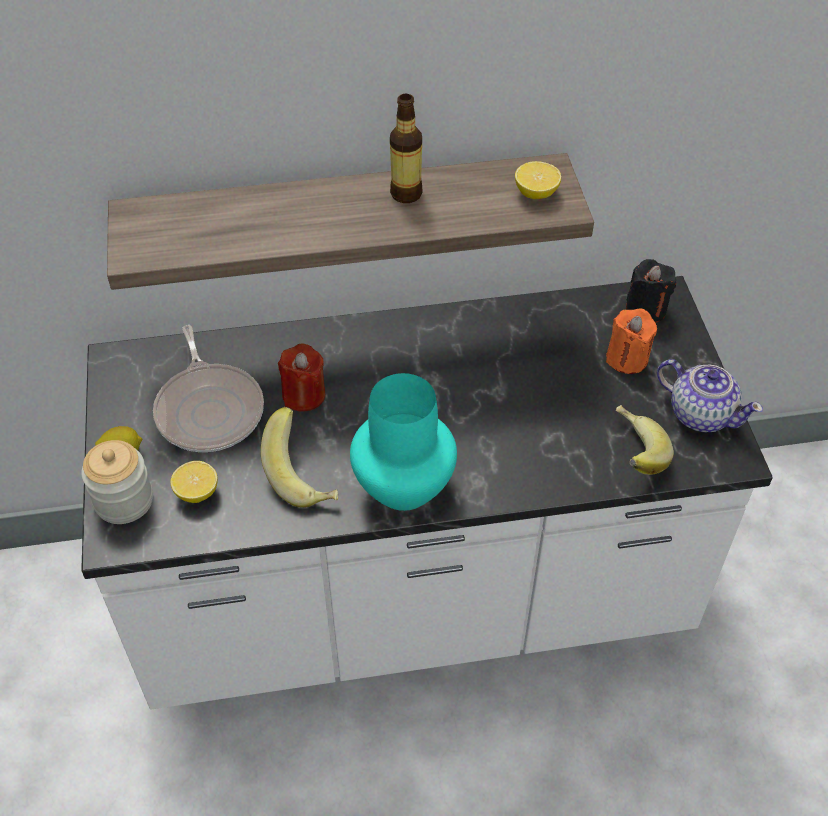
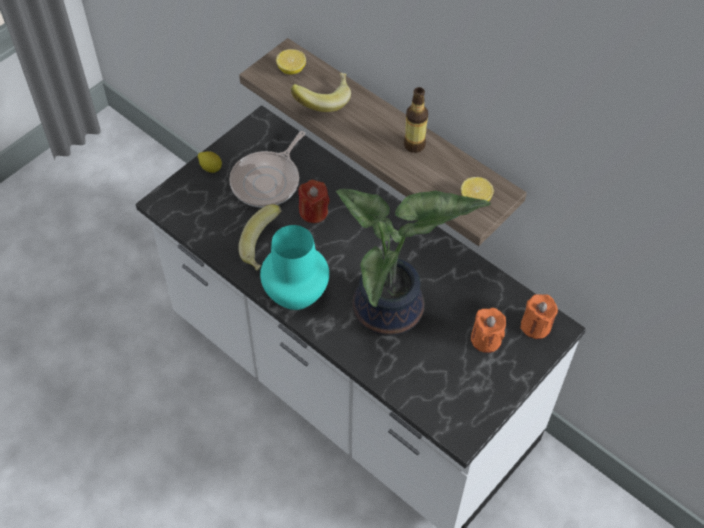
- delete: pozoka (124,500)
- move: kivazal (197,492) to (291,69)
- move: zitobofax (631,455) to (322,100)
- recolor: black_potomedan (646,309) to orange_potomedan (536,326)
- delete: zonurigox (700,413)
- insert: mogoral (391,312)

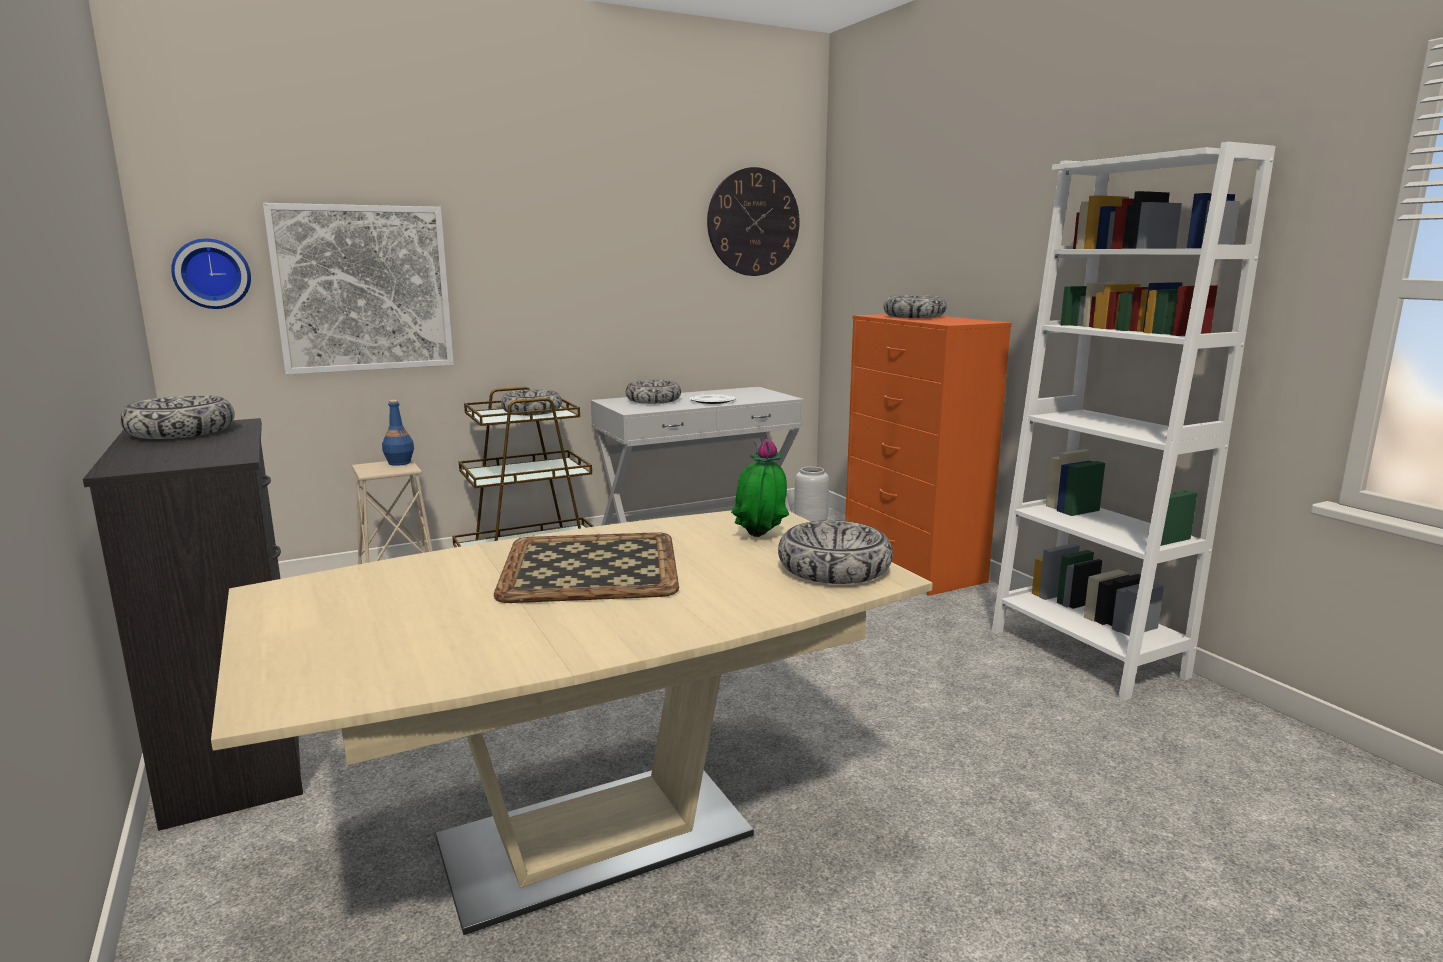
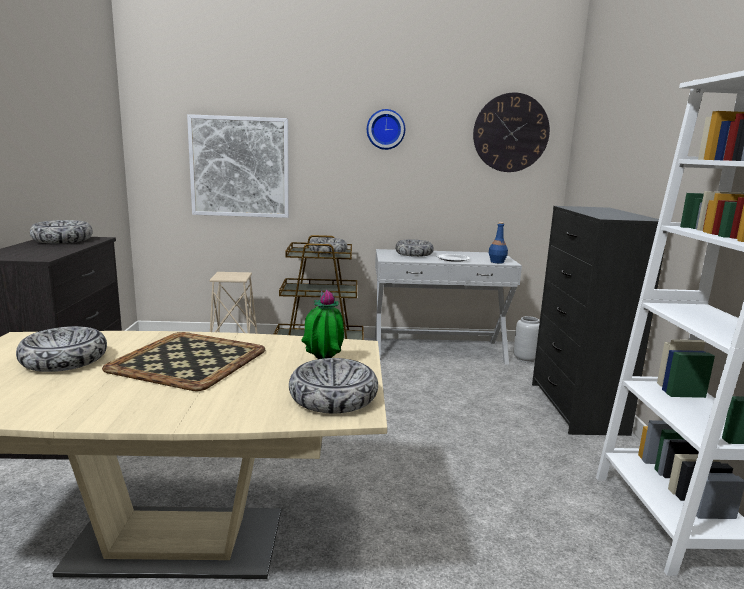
- move: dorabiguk (212,273) to (385,129)
- move: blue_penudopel (399,463) to (497,262)
- recolor: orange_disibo (913,566) to black_disibo (577,408)
- move: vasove (914,316) to (64,360)

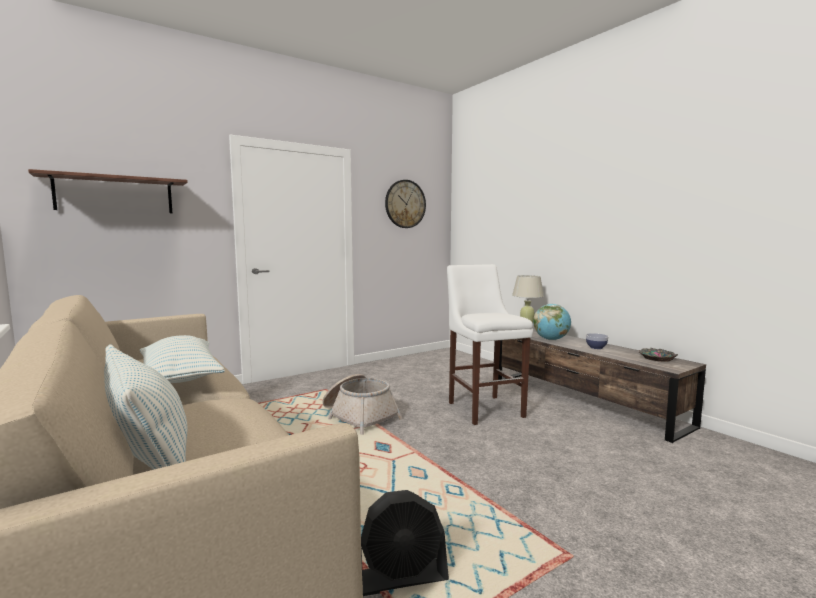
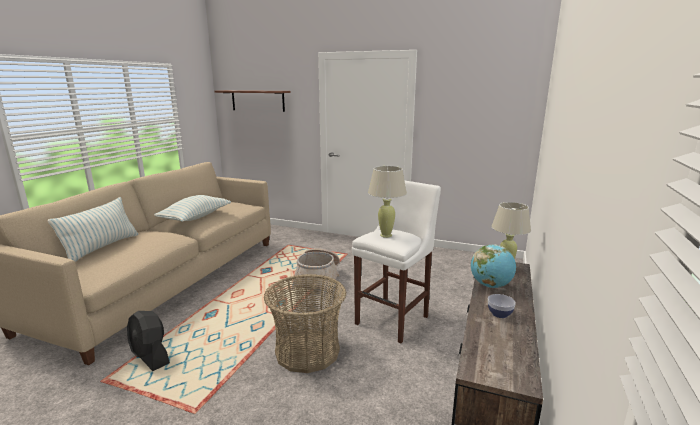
- delete: dorabiguk (405,204)
- delete: vasove (656,358)
- insert: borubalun (307,351)
- insert: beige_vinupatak (386,235)

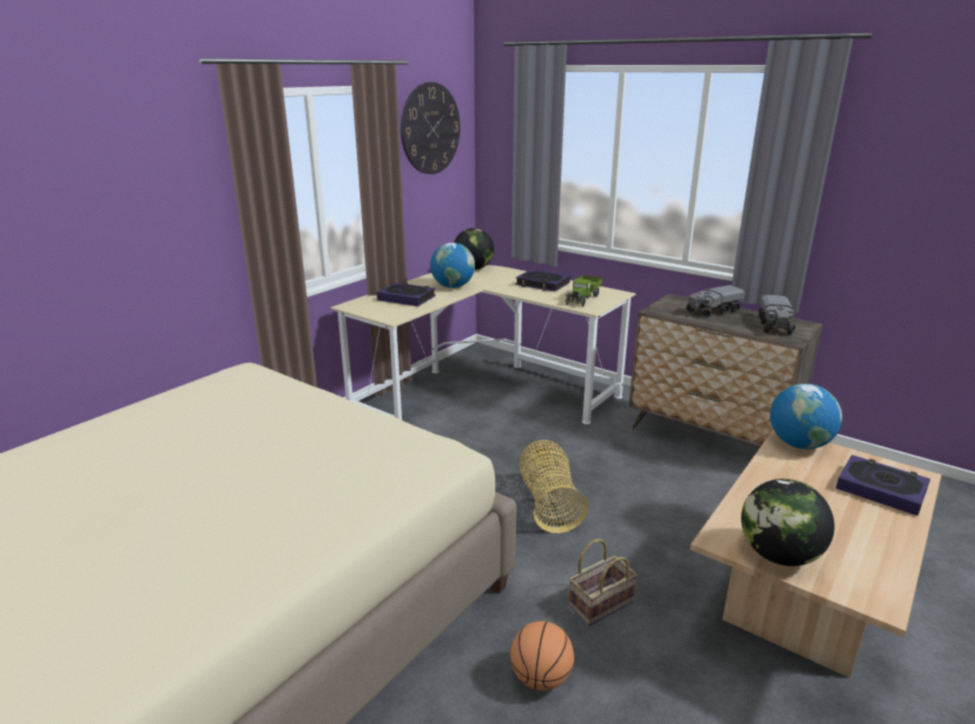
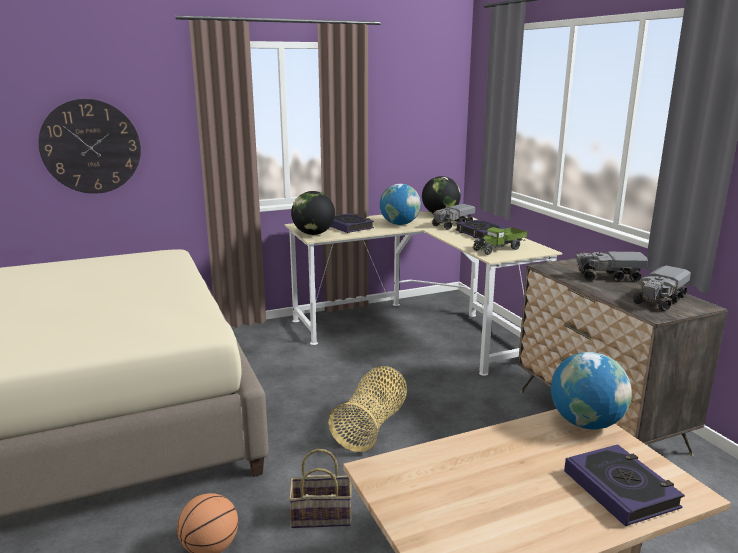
- move: dorabiguk (430,129) to (91,147)
- move: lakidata (779,555) to (313,234)
- insert: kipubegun (452,225)

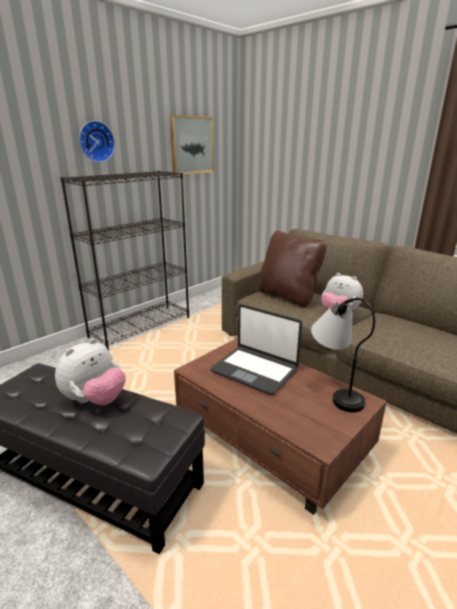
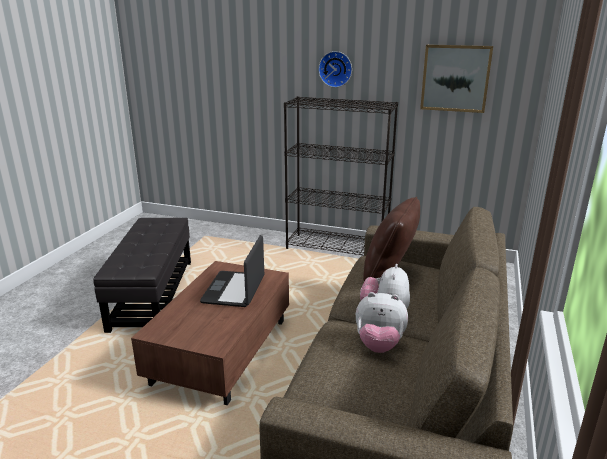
- move: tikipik (95,400) to (379,345)
- delete: vinupatak (334,390)

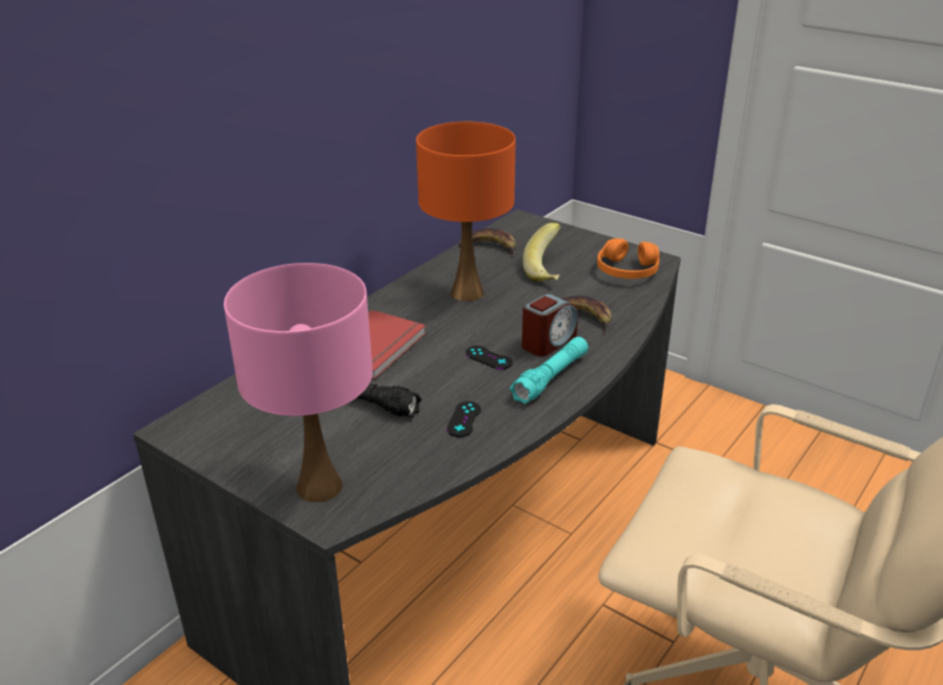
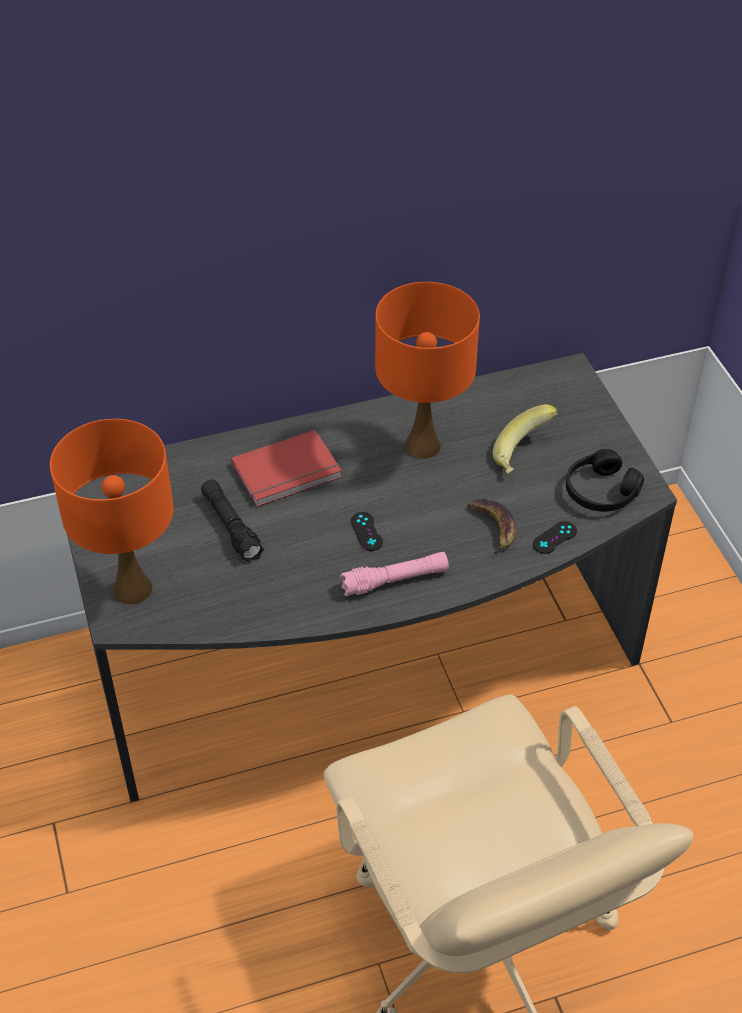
- recolor: pink_vinupatak (319,486) to orange_vinupatak (133,588)
- move: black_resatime (464,419) to (554,538)
- delete: zitobofax (489,247)
- recolor: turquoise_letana (551,378) to pink_letana (395,580)
- delete: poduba (548,342)
- recolor: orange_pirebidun (627,270) to black_pirebidun (600,491)

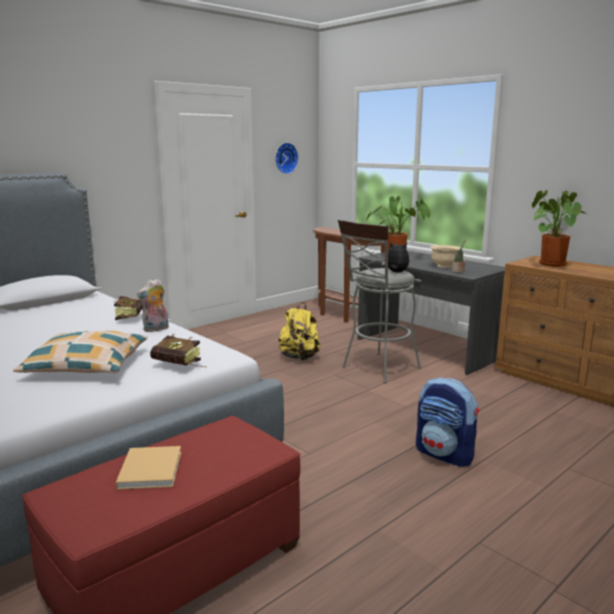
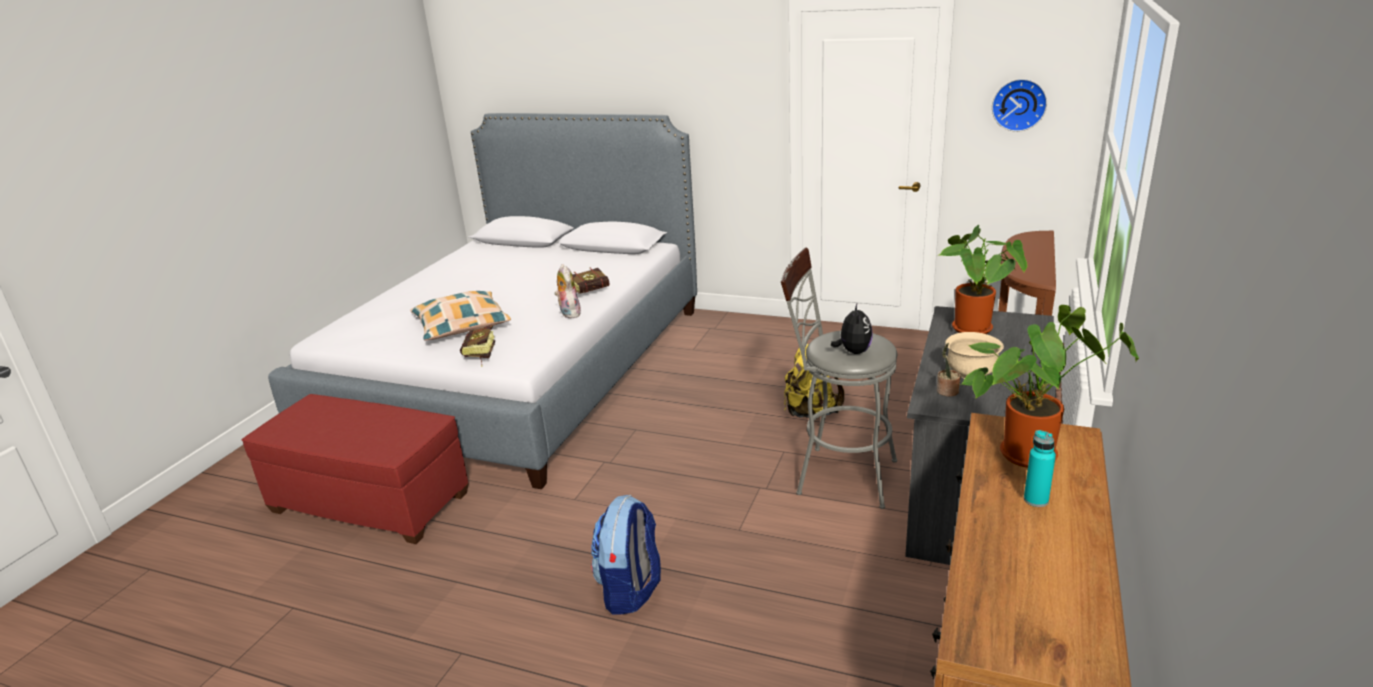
- delete: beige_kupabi (151,468)
- rotate: tikipik (156,329) = (568,313) 45 degrees clockwise
- insert: turquoise_penudopel (1036,500)

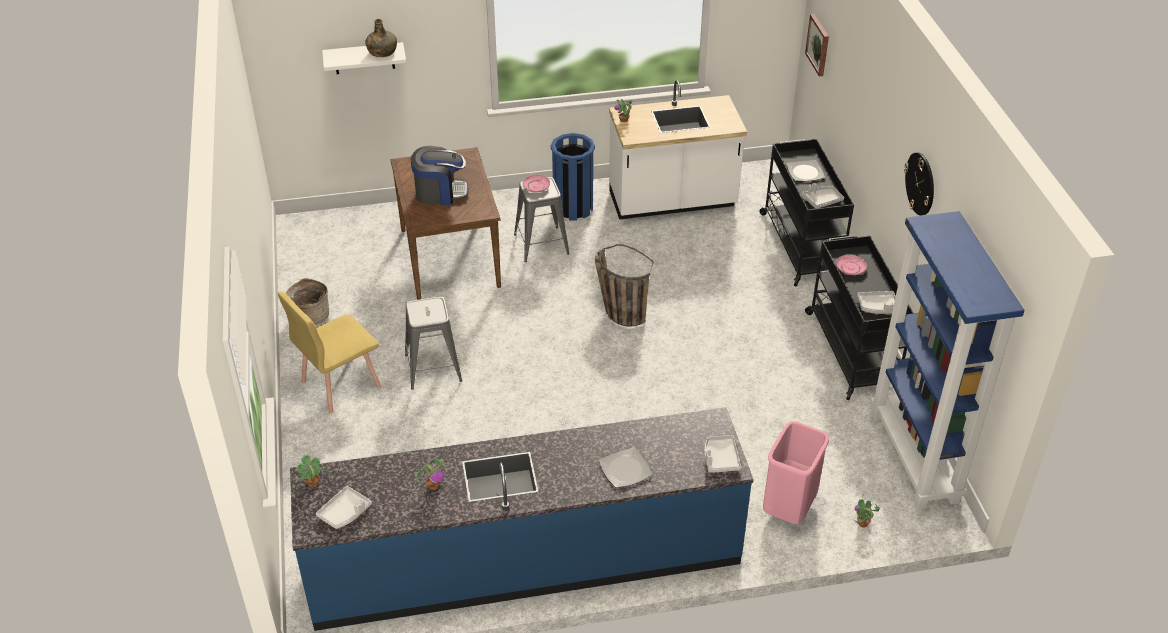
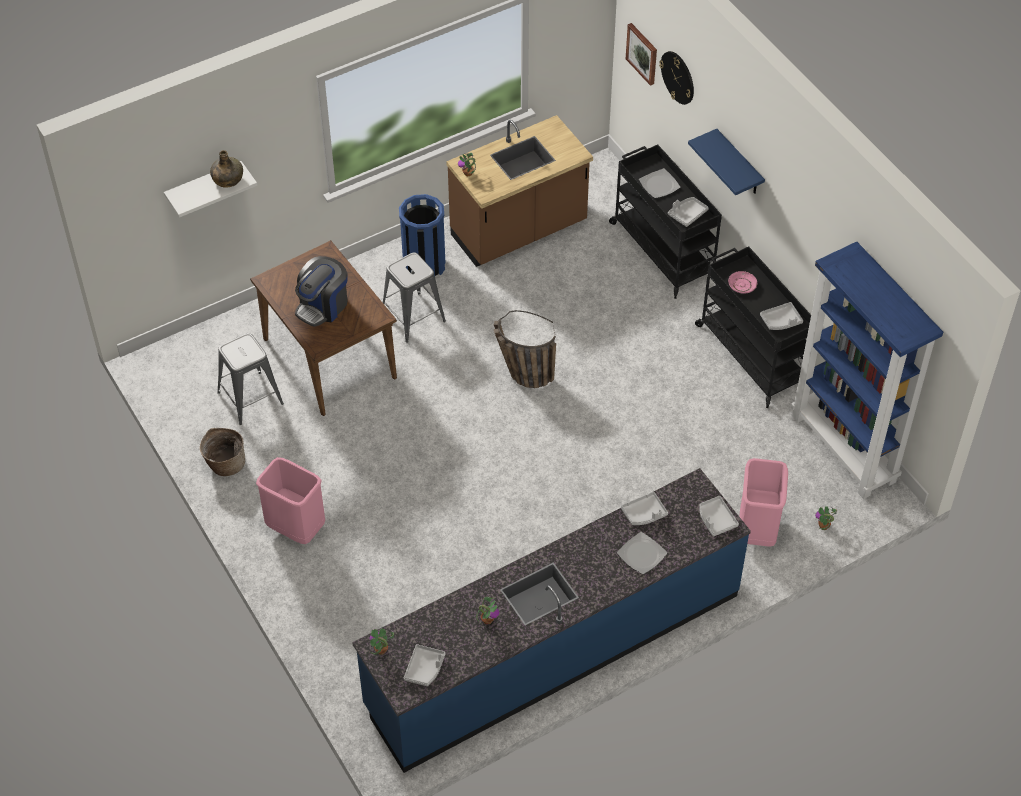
- replace: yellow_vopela (340,384) to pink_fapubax (295,529)
- move: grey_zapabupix (433,368) to (250,398)
- rotate: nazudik (440,193) = (323,306) 150 degrees clockwise
- delete: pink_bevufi (536,187)
- recolor: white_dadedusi (672,202) to brown_dadedusi (519,231)
- move: dorabiguk (920,183) to (678,77)
- insert: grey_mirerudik (644,513)
- insert: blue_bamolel (739,164)

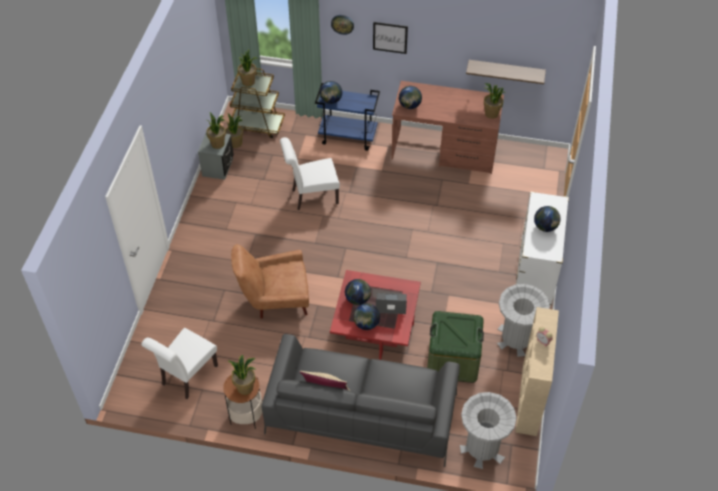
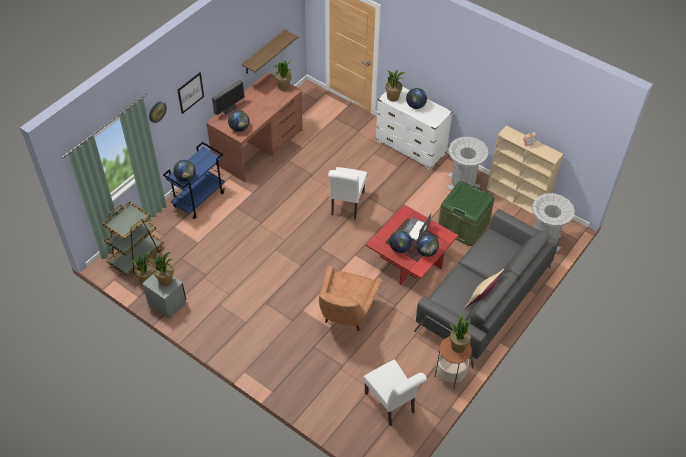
- move: mogoral (248,82) to (393,97)
- move: white_vopela (311,197) to (346,205)
- insert: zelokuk (229,109)

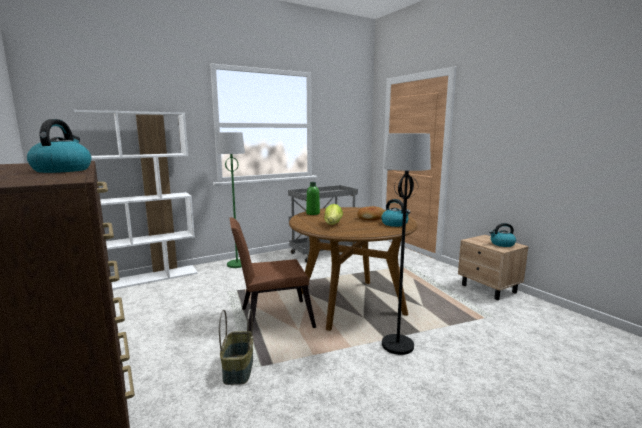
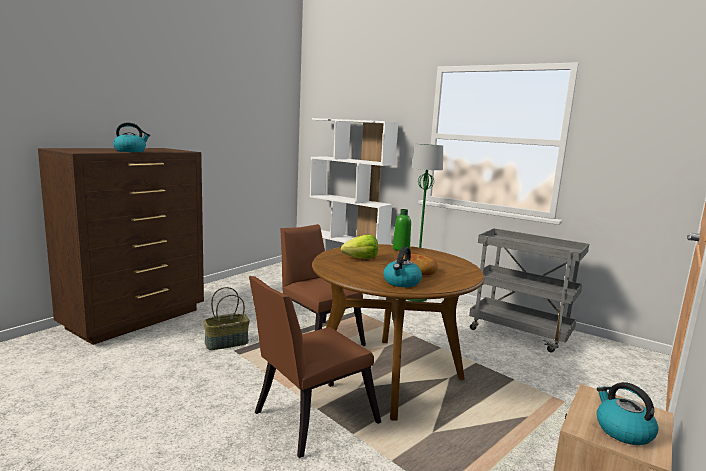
- replace: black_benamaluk (397,345) to brown_vopela (309,419)

